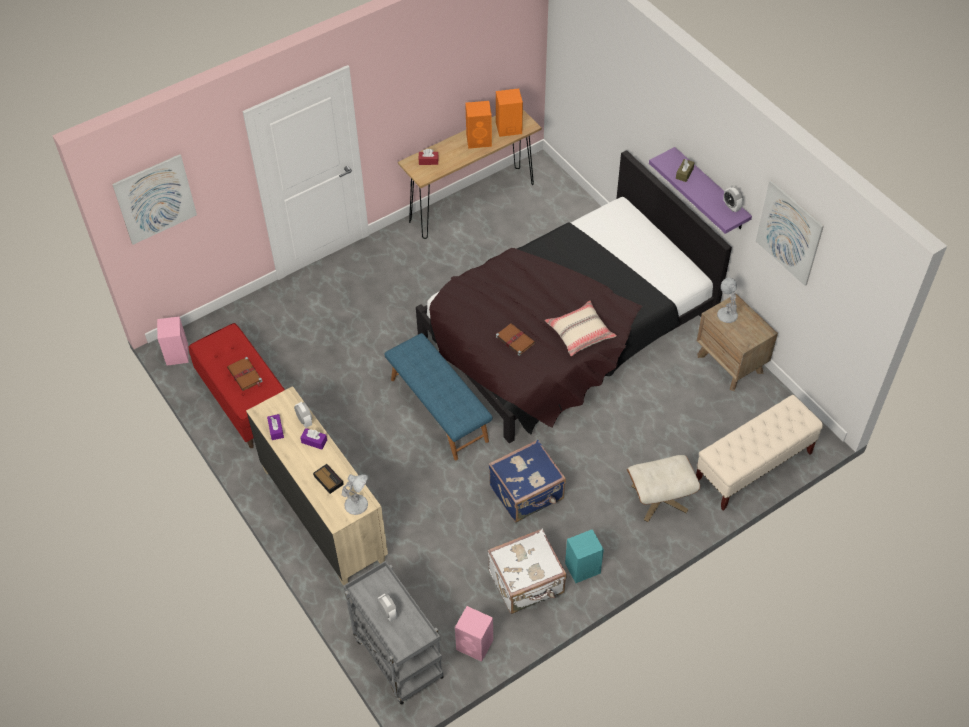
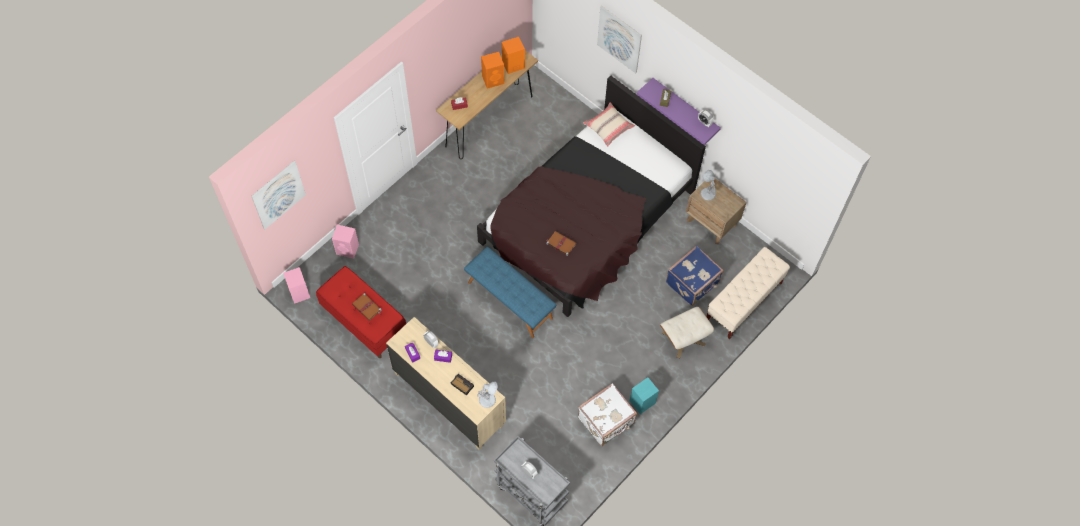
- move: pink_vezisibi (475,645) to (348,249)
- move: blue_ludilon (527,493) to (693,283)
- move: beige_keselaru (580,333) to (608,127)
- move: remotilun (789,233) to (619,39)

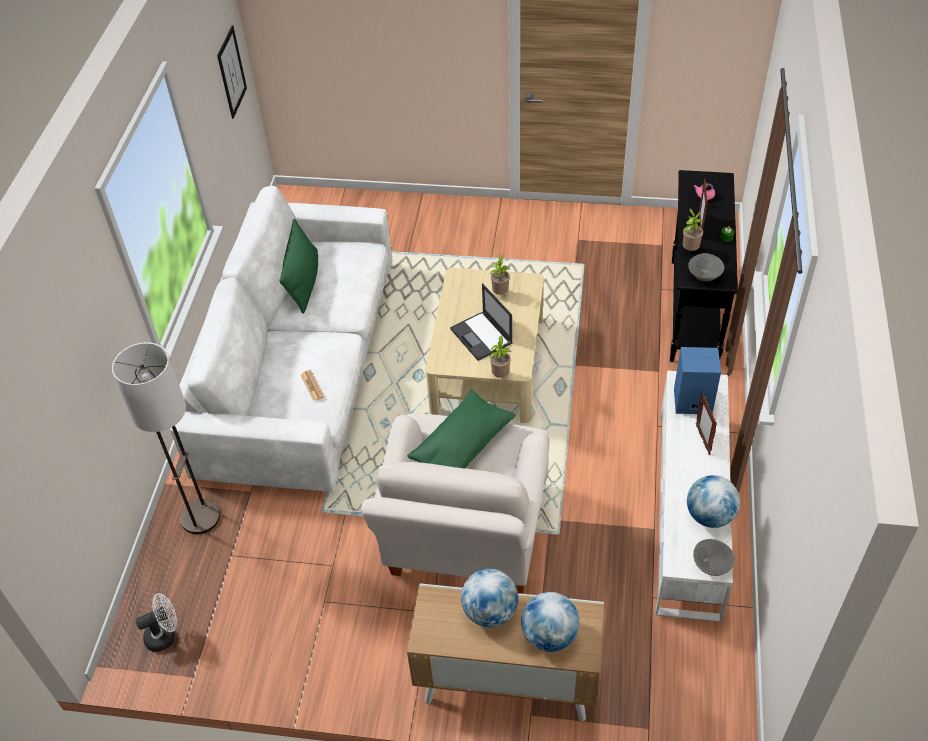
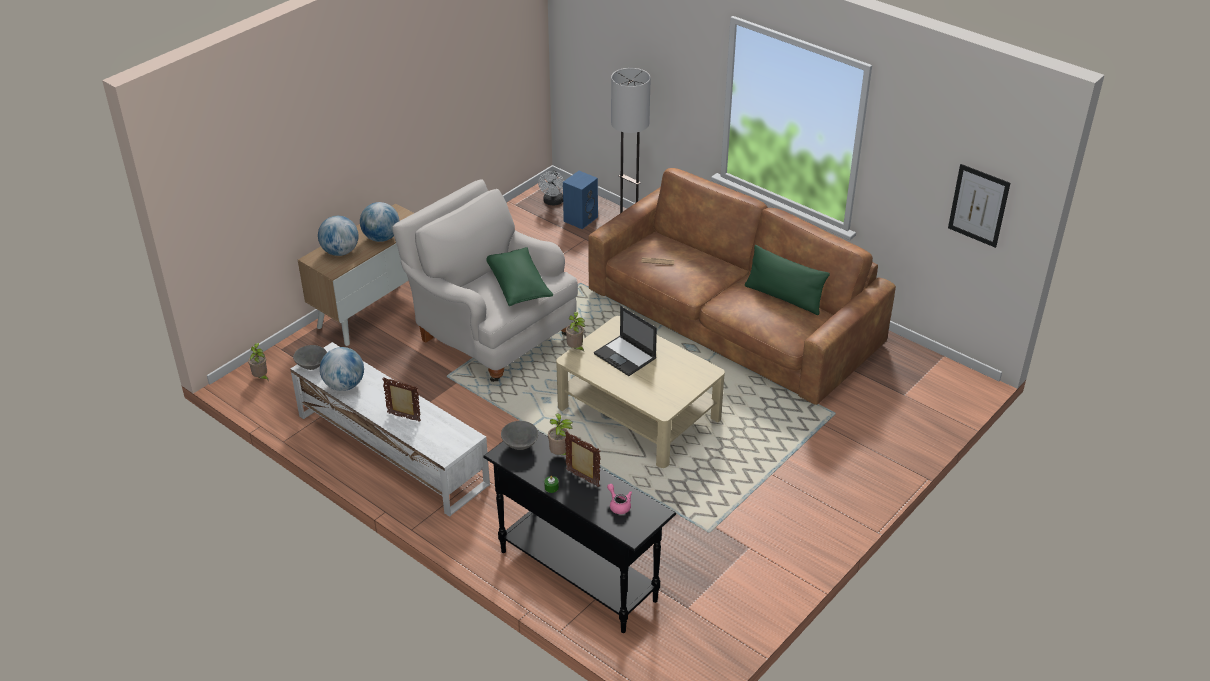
- recolor: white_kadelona (301,364) to brown_kadelona (732,319)
- rotate: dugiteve (482,336) = (625,356) 135 degrees counterclockwise
- move: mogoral (500,293) to (261,378)
- move: blue_vezisibi (691,402) to (580,218)

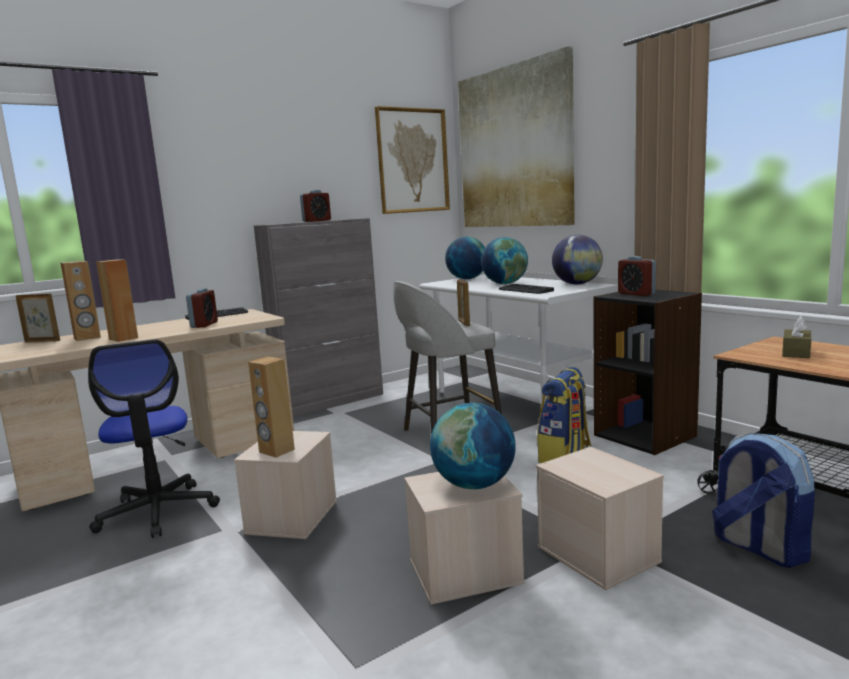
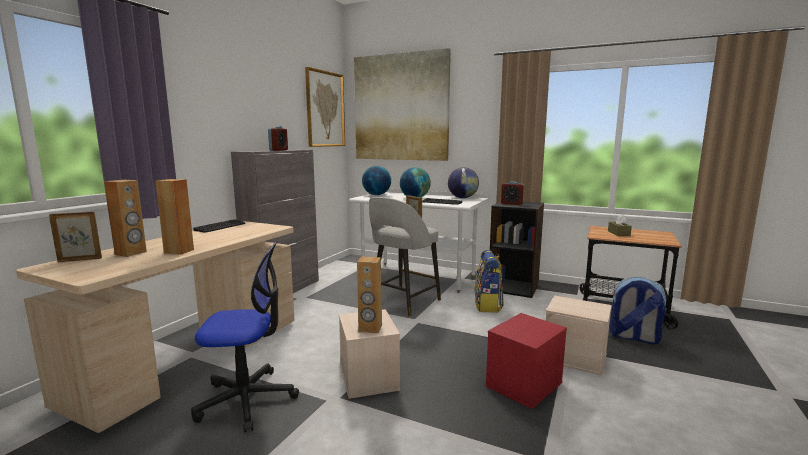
- rotate: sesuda (158,512) = (247,400) 45 degrees counterclockwise
- delete: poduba (204,325)
- recolor: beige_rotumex (464,572) to red_rotumex (524,385)
- delete: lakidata (474,485)

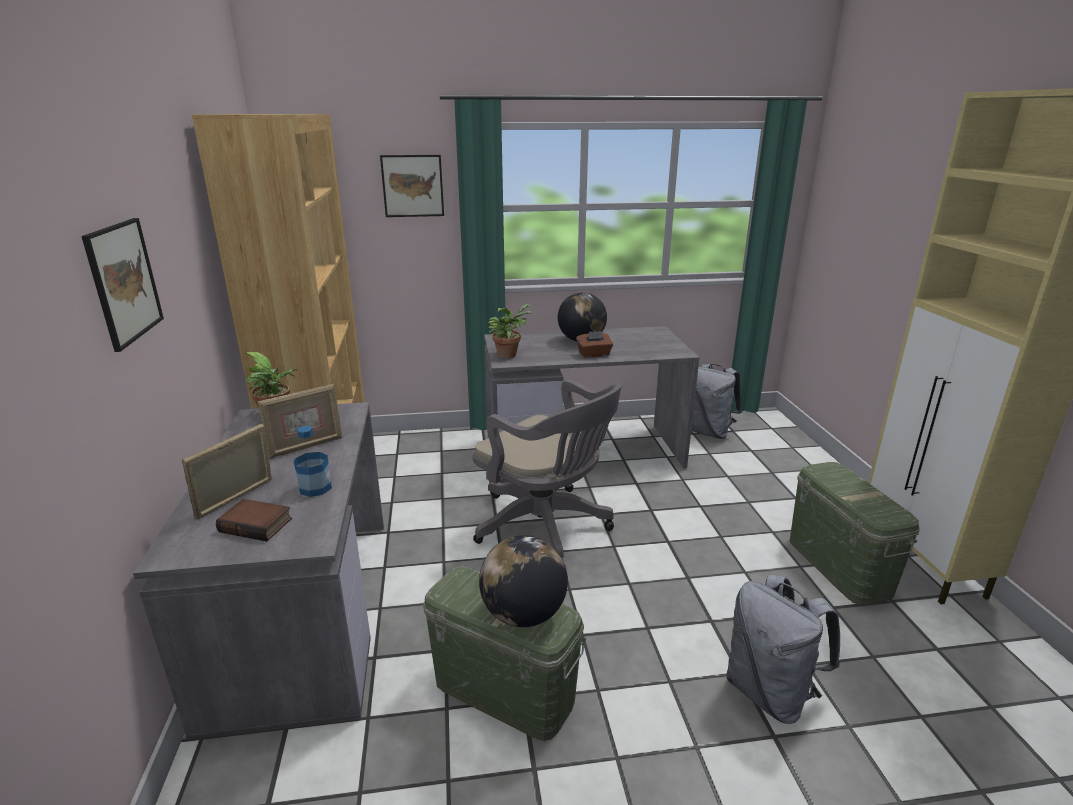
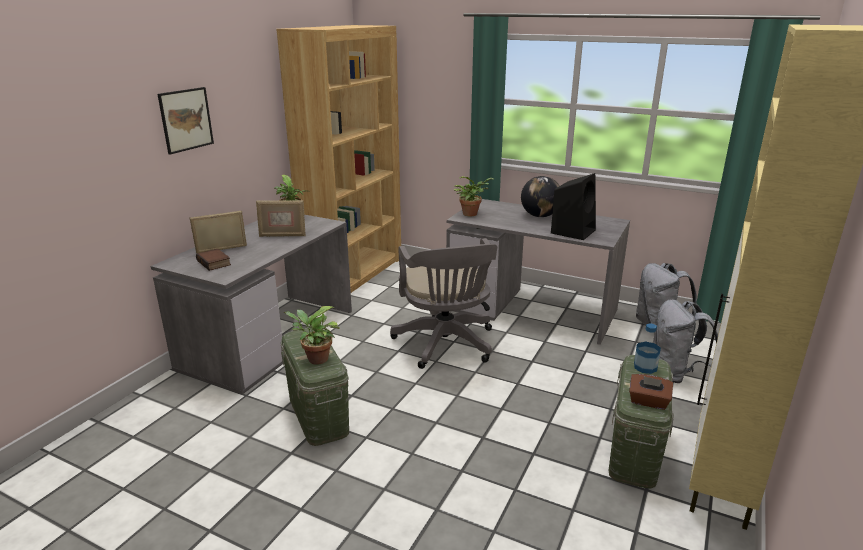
- move: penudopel (315,488) to (645,367)
- delete: remotilun (412,186)
- replace: lakidata (523,614) to mogoral (315,359)
- move: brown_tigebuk (594,354) to (648,402)
- move: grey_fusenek (770,693) to (675,373)
- insert: black_vezisibi (573,231)

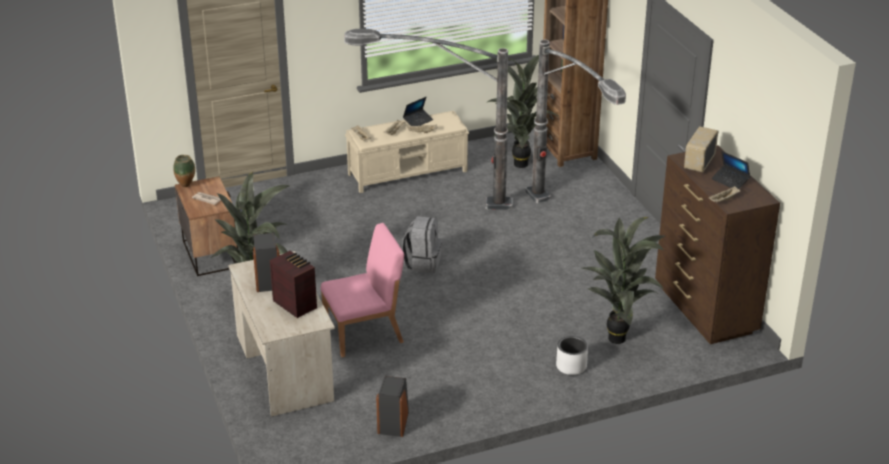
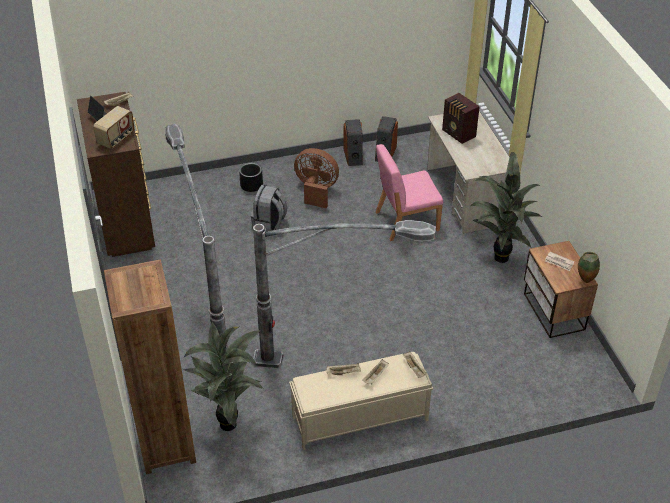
- move: vezisibi (267,279) to (353,156)
- move: grey_fusenek (422,262) to (269,224)
- delete: dugiteve (418,121)
- recolor: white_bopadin (571,366) to black_bopadin (251,185)
- delete: mogoral (620,340)
- insert: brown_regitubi (316,190)

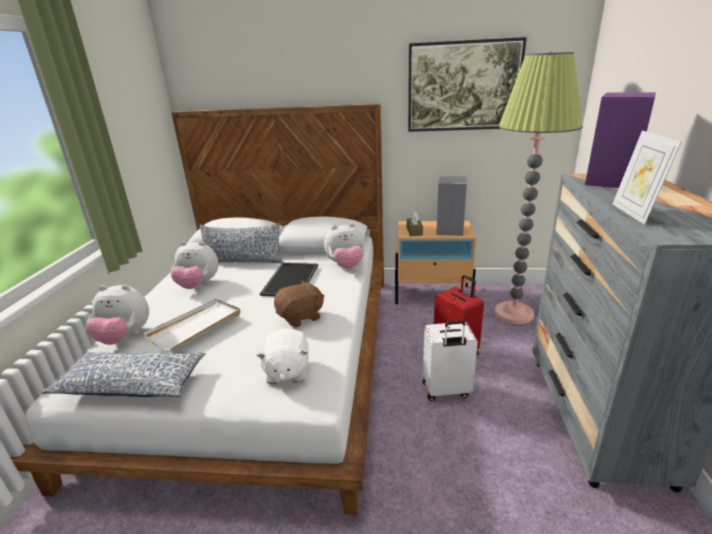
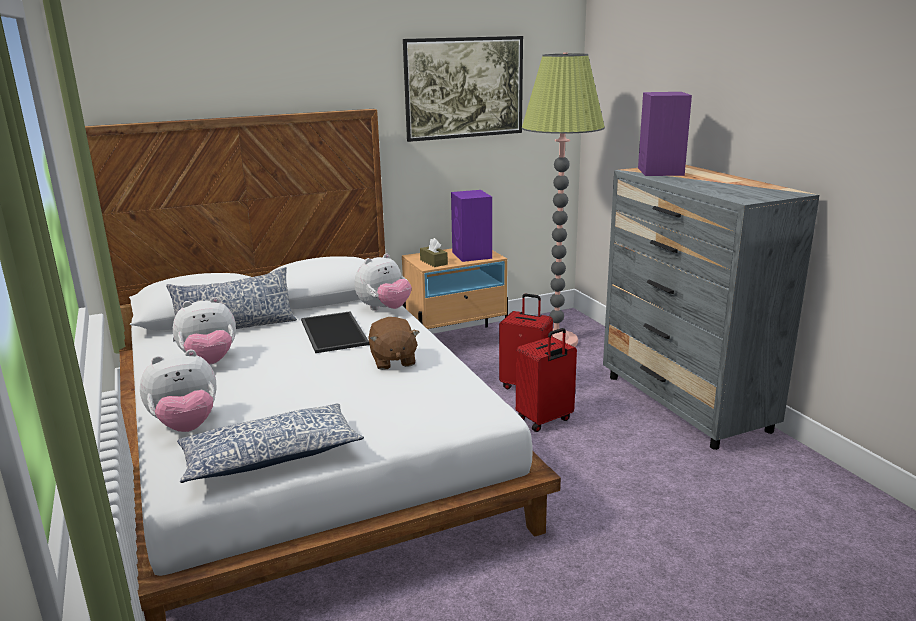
- delete: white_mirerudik (196,326)
- delete: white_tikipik (287,371)
- rotate: brown_tikipik (301,317) = (393,361) 135 degrees clockwise
- recolor: white_ludilon (446,391) to red_ludilon (545,420)
- recolor: grey_vezisibi (450,230) to purple_vezisibi (472,255)
- delete: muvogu (634,213)

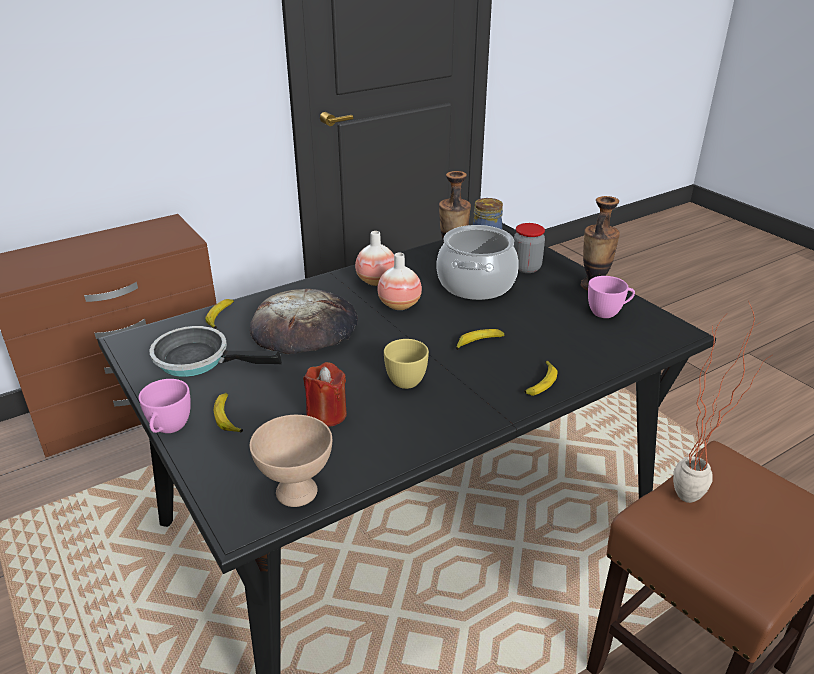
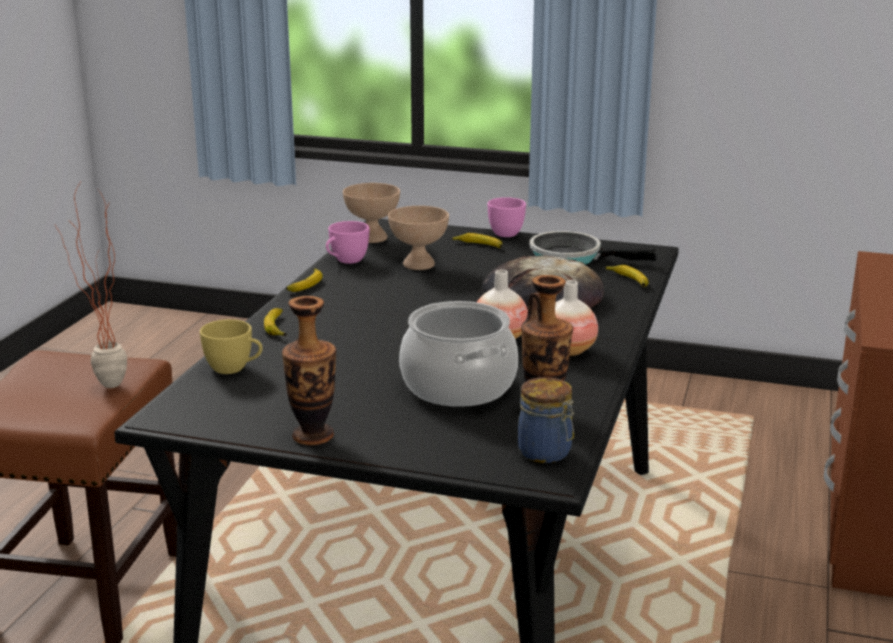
- rotate: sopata (198,359) = (572,258) 135 degrees counterclockwise
- replace: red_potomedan (326,414) to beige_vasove (417,264)
- move: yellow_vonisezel (403,379) to (234,369)
- move: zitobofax (479,343) to (305,284)
- delete: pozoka (526,268)
- move: pink_vonisezel (608,312) to (346,261)

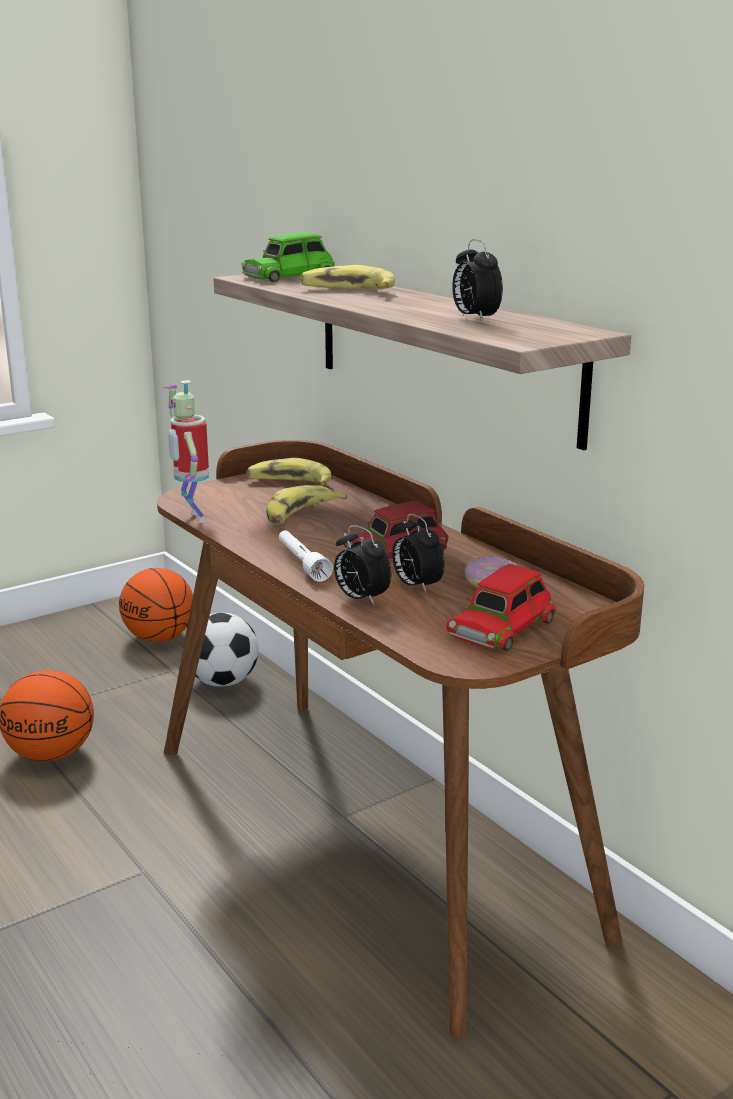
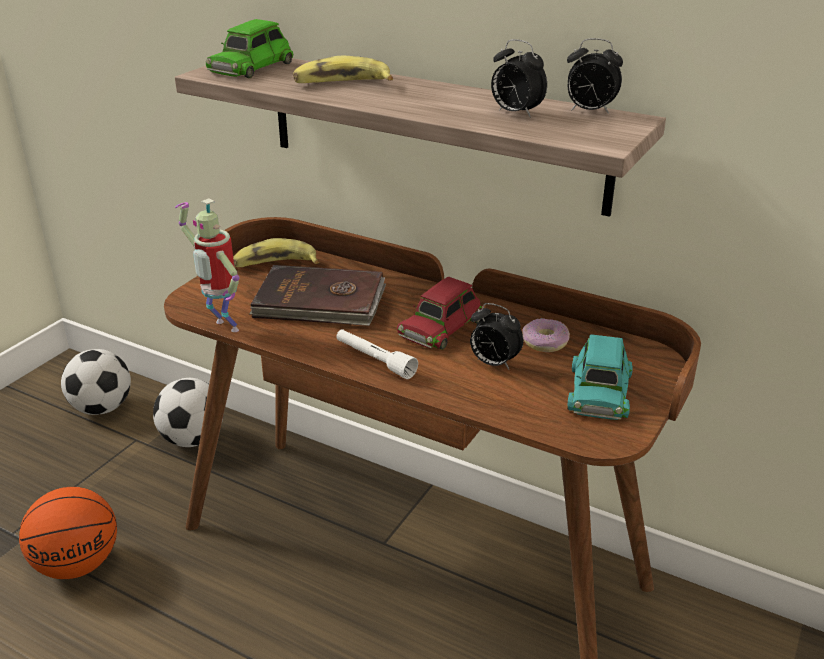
- replace: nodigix (160,638) to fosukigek (102,408)
- replace: zitobofax (300,515) to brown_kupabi (320,302)
- move: poduba (360,599) to (589,111)
- recolor: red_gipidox (502,627) to turquoise_gipidox (599,391)

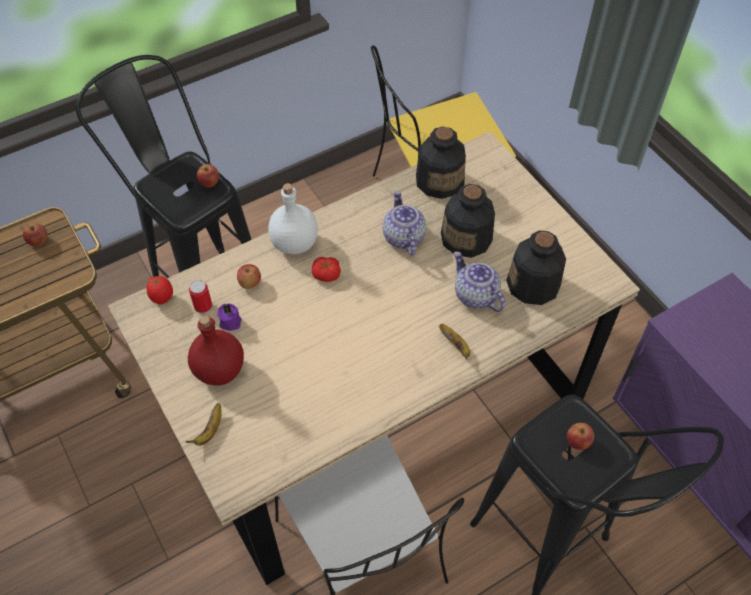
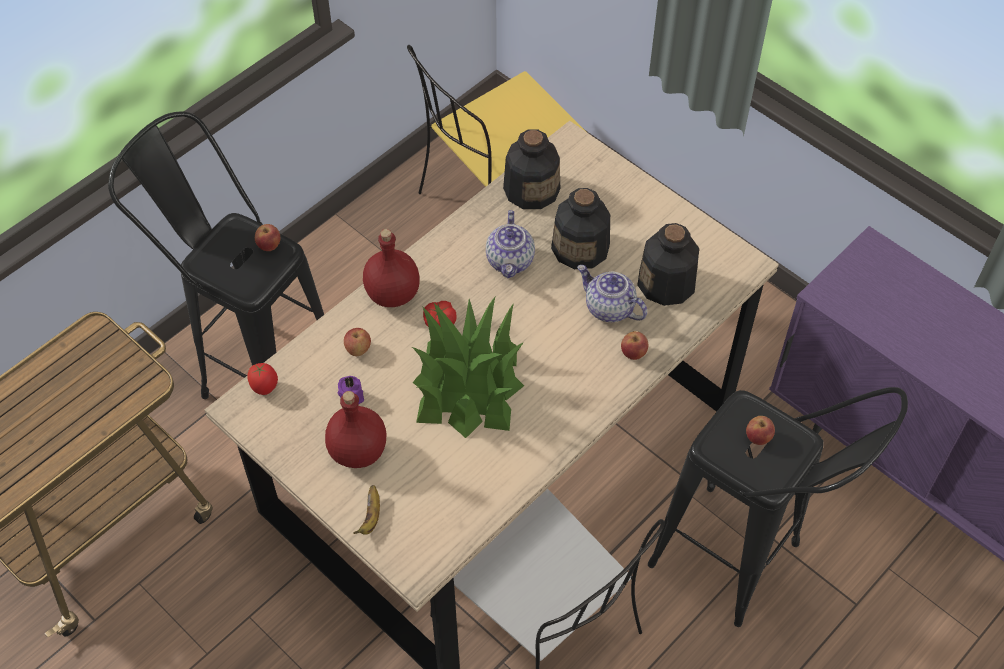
- move: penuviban (38,242) to (633,353)
- delete: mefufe (203,306)
- recolor: white_penudopel (294,243) to red_penudopel (391,294)
- rotate: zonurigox (403,237) = (511,261) 150 degrees counterclockwise
- delete: zitobofax (456,346)
- insert: mogoral (468,385)

